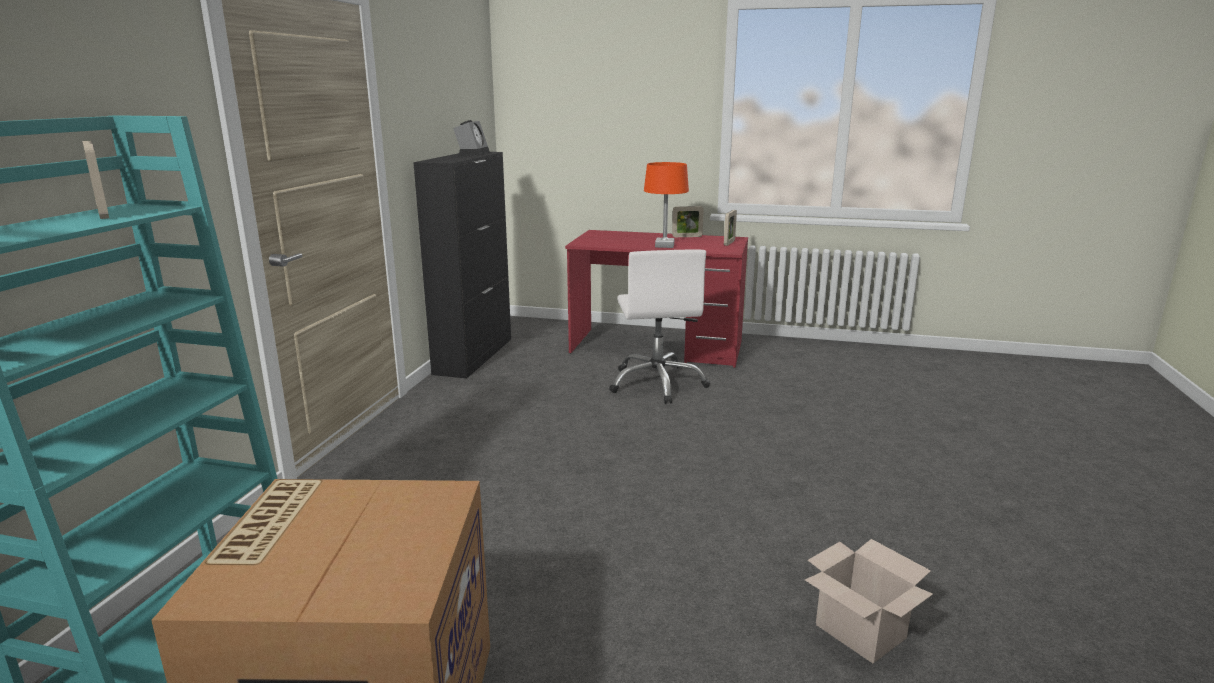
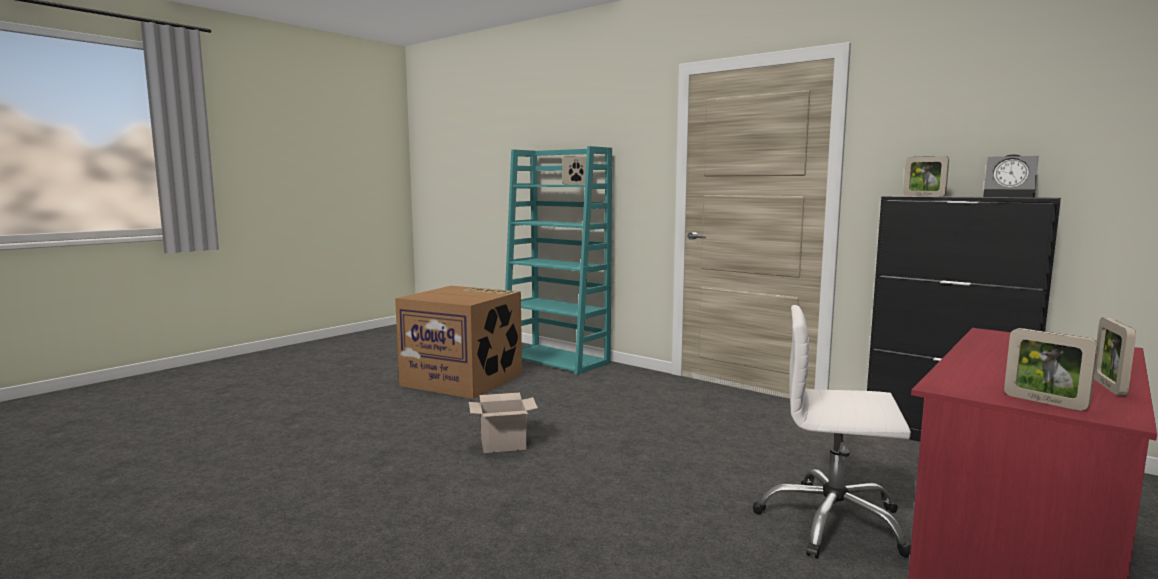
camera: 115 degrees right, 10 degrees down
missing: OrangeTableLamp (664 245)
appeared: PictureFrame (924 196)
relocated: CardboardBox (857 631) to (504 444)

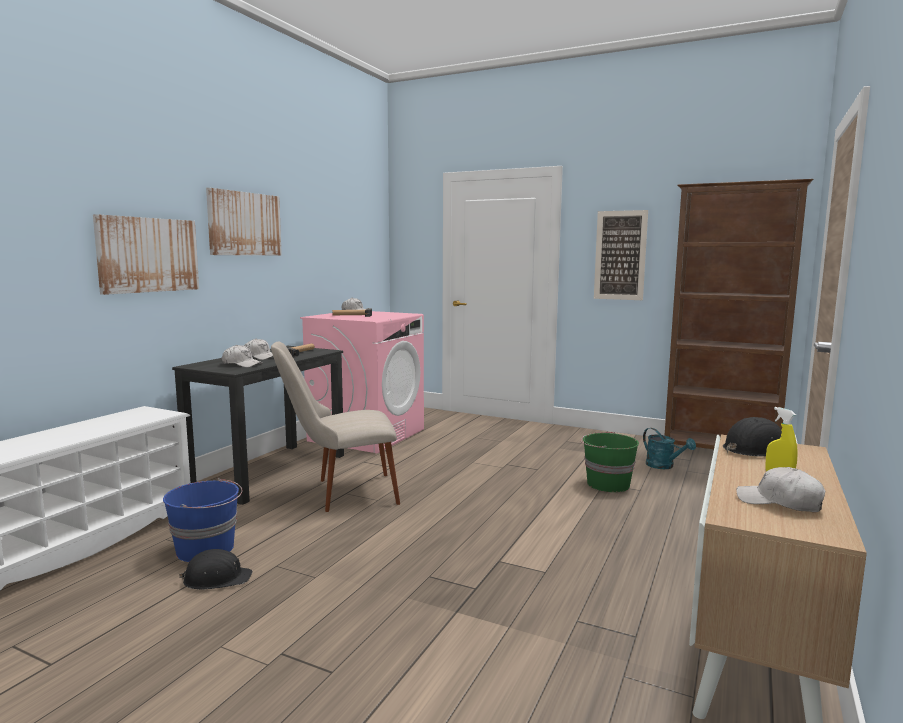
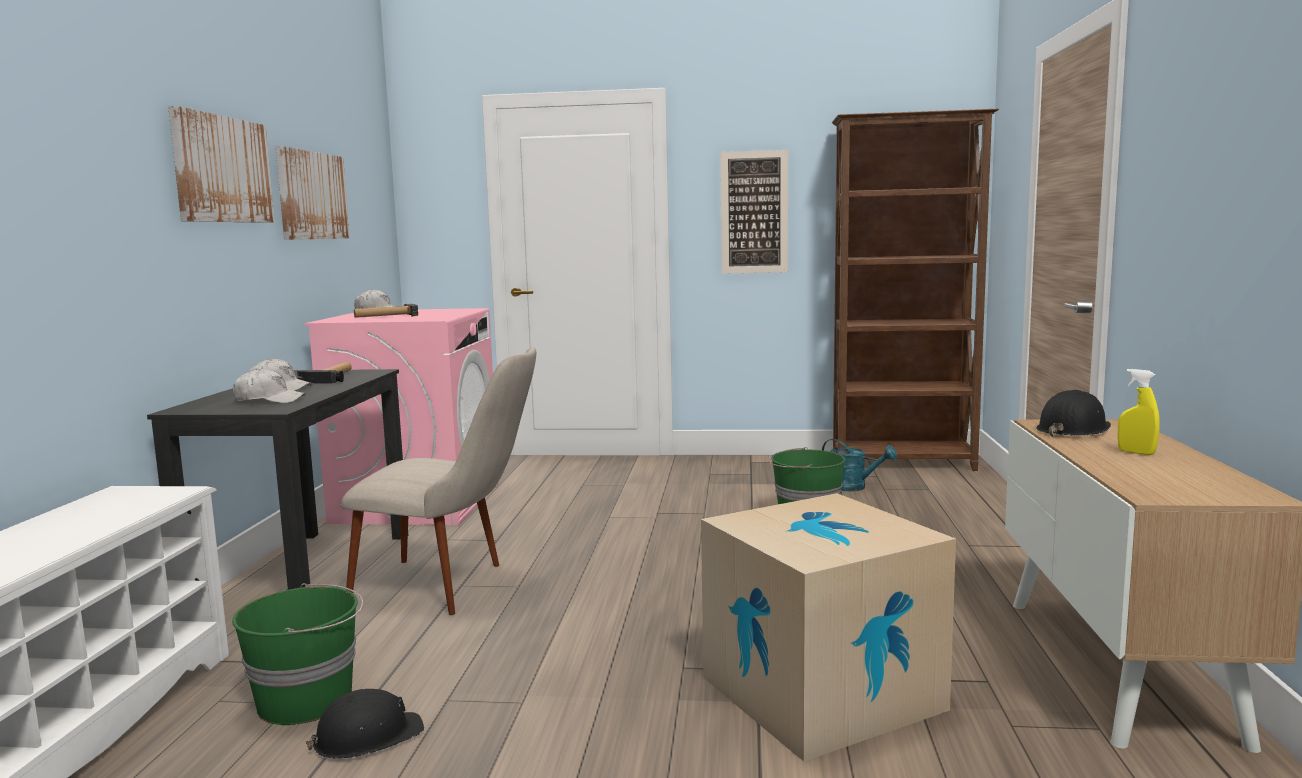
camera: 20 degrees left, 0 degrees up
missing: WhiteCap (779 502)
appeared: CardboardBox (821 693)
relocated: Picture (148 255) to (311 196)
colour: BlueBucket (206 549) to GreenBucket (307 700)
spun: BeigeChair (340 493) = (453 587) 135 degrees counterclockwise

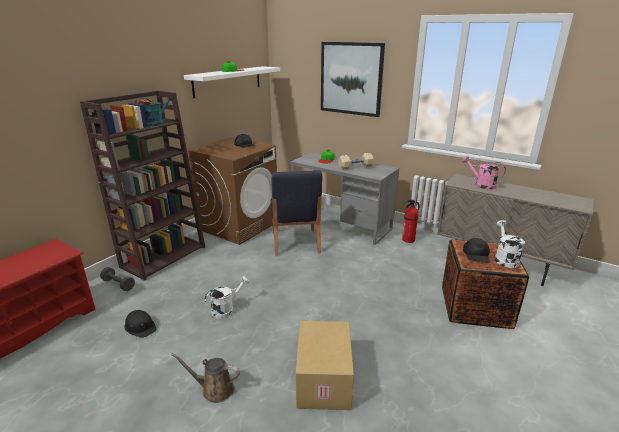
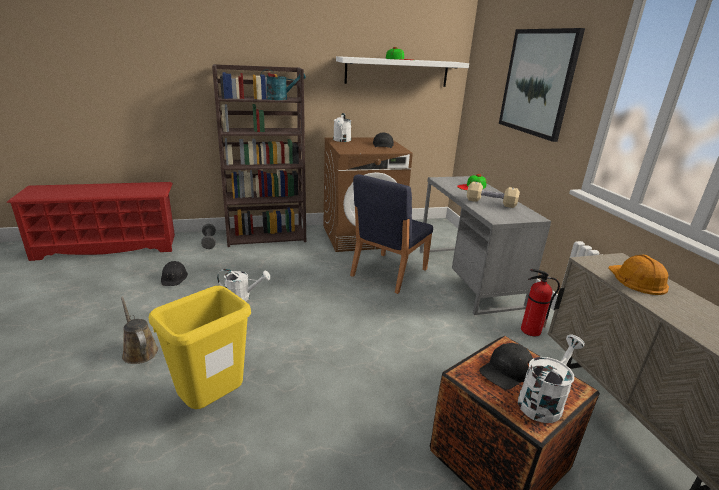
camera: 40 degrees right, 0 degrees up
appeared: WhiteWateringCan (341 140)
exchanged: CardboardBox (322 379) to YellowTrashCan (213 402); PinkWateringCan (481 184) to OrangeHardHat (637 279)

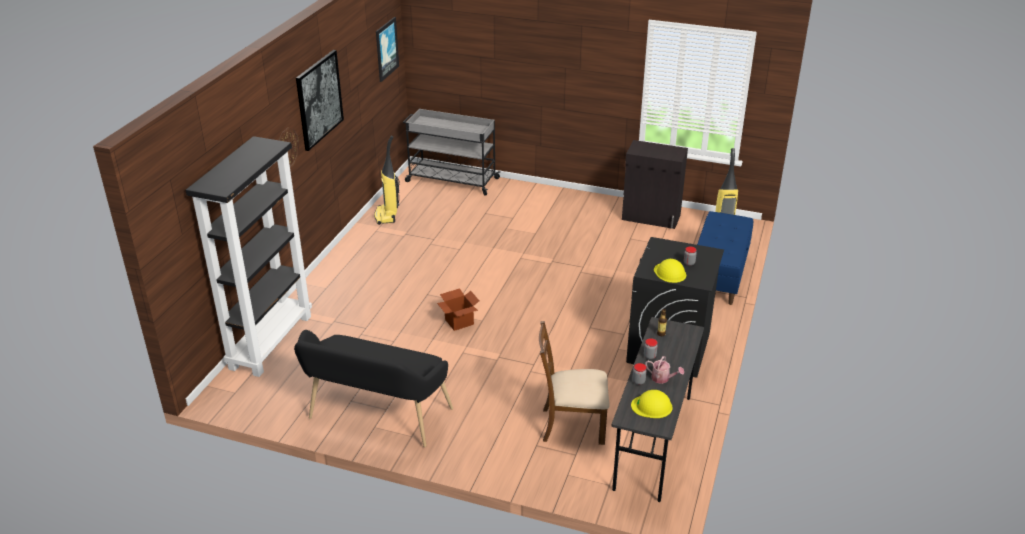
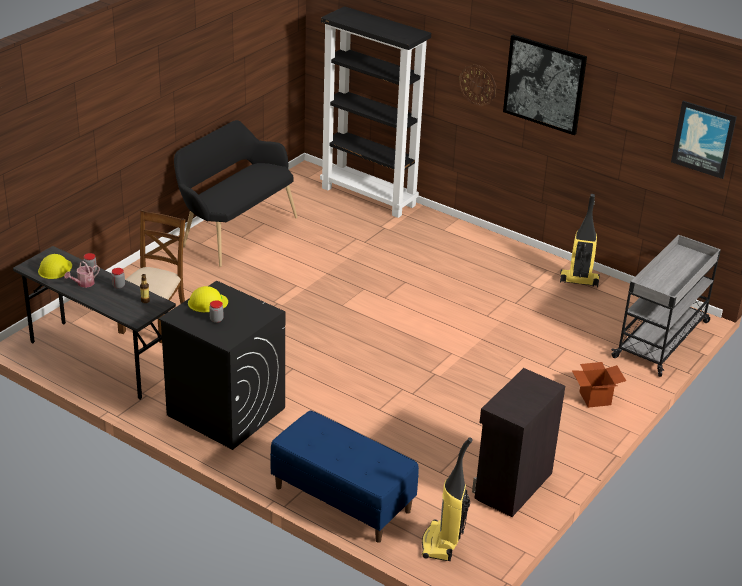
camera: 105 degrees right, 0 degrees up
relocated: CardboardBox (459 322) to (595 398)

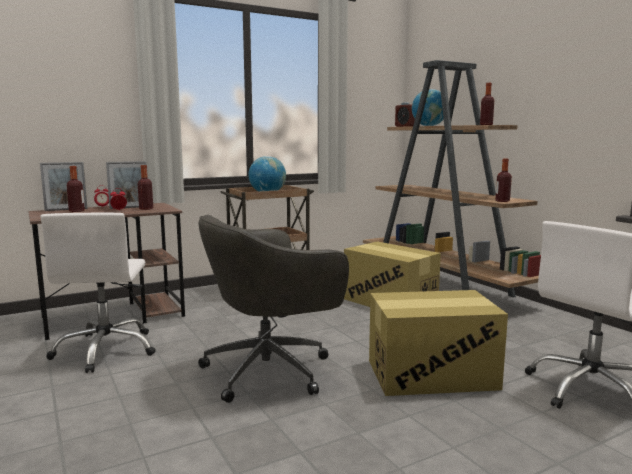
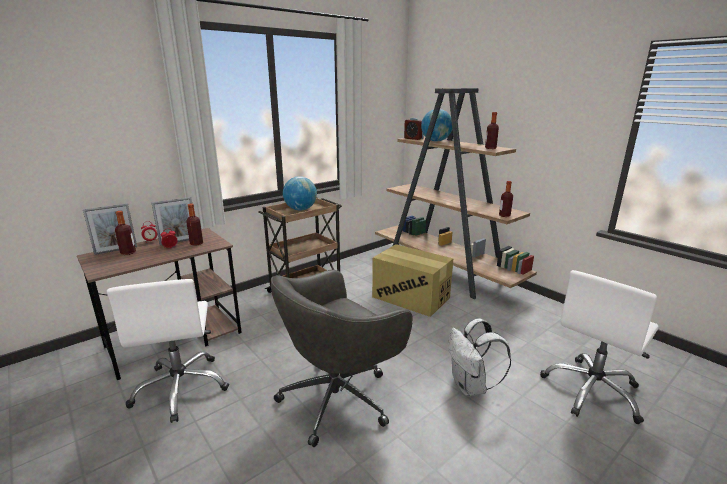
camera: 10 degrees left, 10 degrees up
exchanged: CardboardBox (432 374) to WhiteBackpack (471 386)

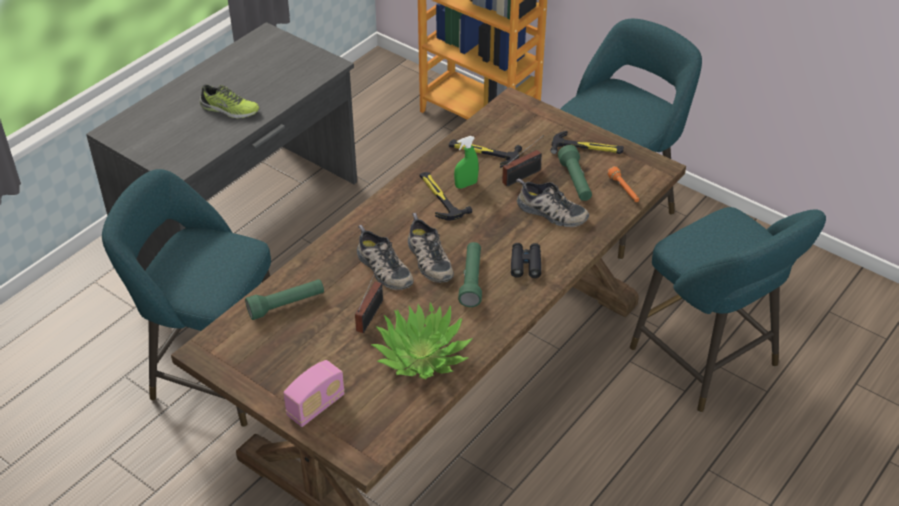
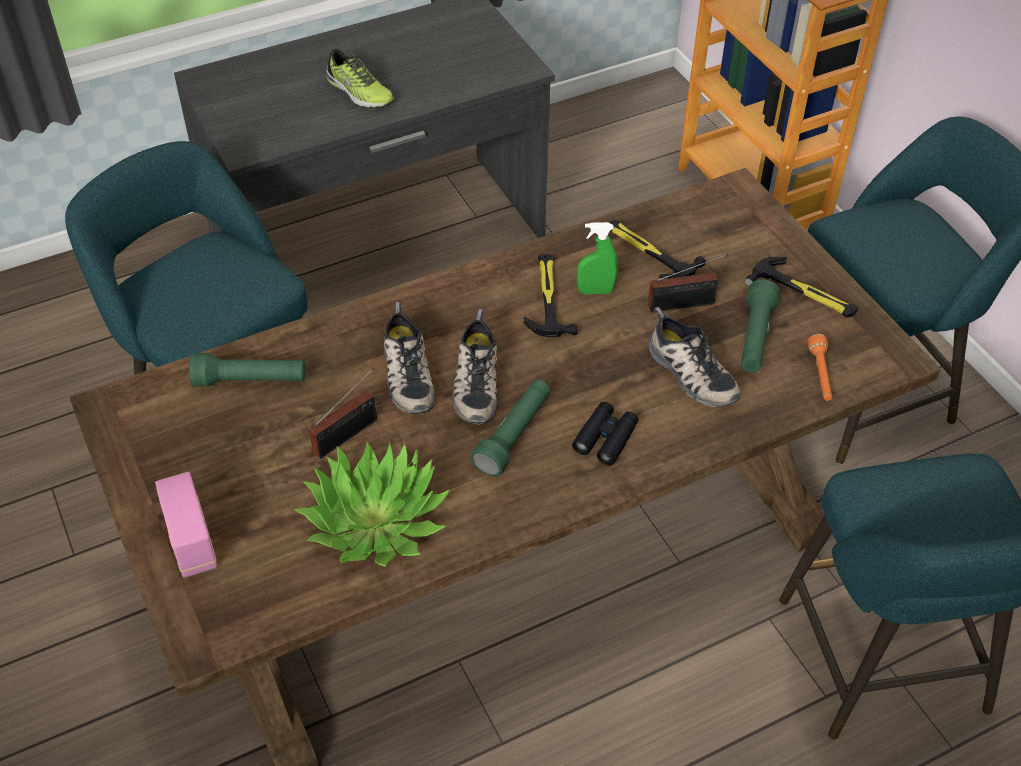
camera: 25 degrees right, 5 degrees up
spun: Radio (316 406) = (191 541) 90 degrees clockwise

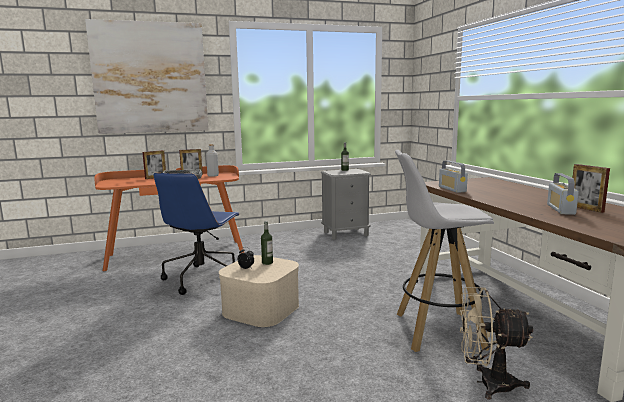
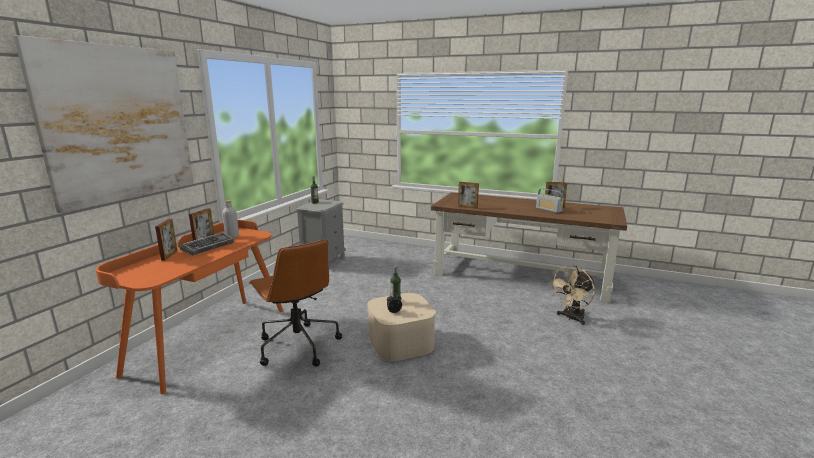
camera: 50 degrees left, 5 degrees up
missing: WhiteStool (437 331)
exchanged: Radio (452 189) to PictureFrame (467 207)
colour: BlueOfficeChair (202 278) to BrownOfficeChair (297 345)

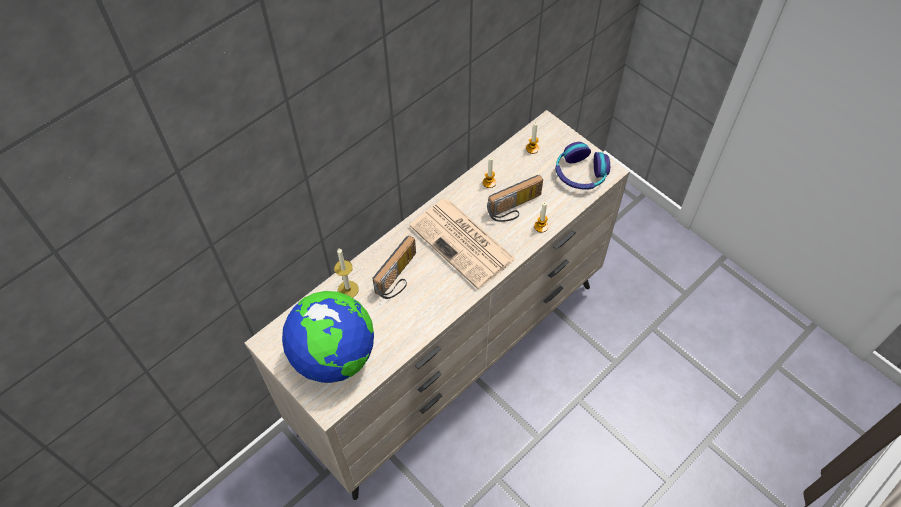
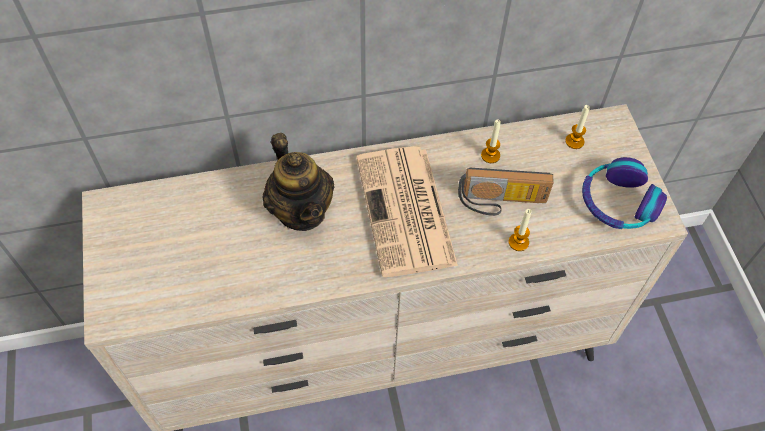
camera: 30 degrees right, 0 degrees up
missing: Globe (334 356); Candle (348 289)
exchanged: Radio (399 277) to Teapot (301 211)

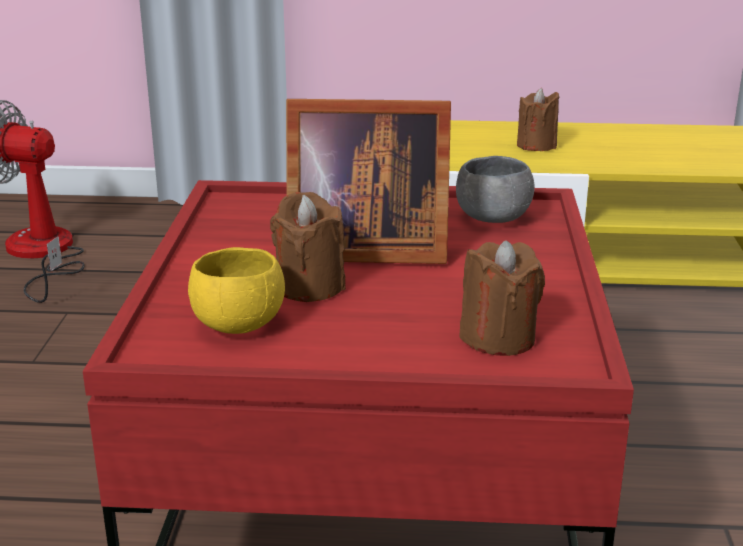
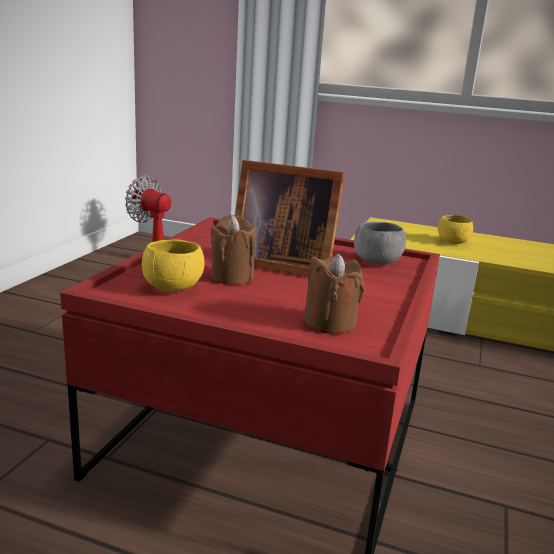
camera: 15 degrees right, 5 degrees down
exchanged: BrownCandle (536 146) to YellowBowl (452 242)

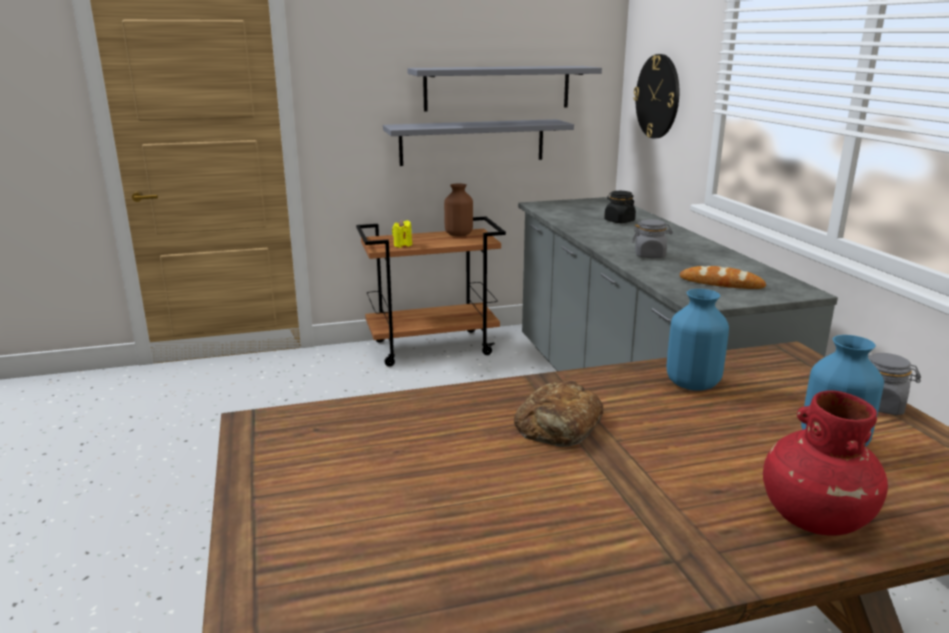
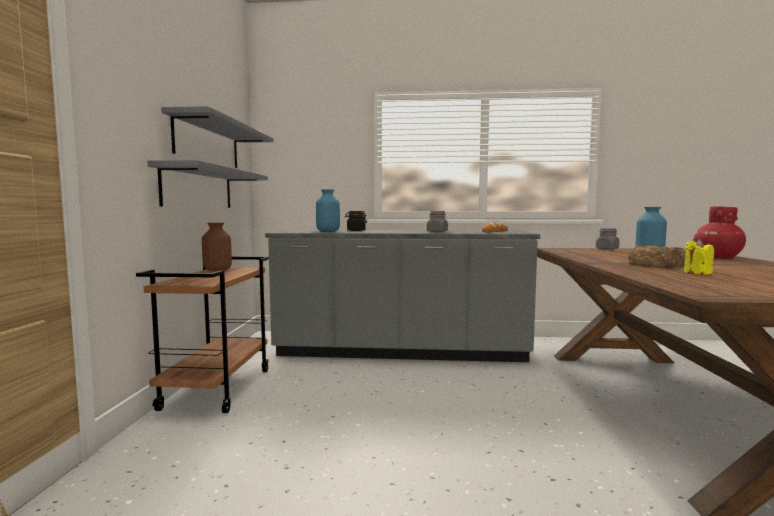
camera: 70 degrees left, 15 degrees down
missing: WallClock (658 96)
relocated: BlueVase (691 383) to (327 231); YellowCandle (402 245) to (697 273)

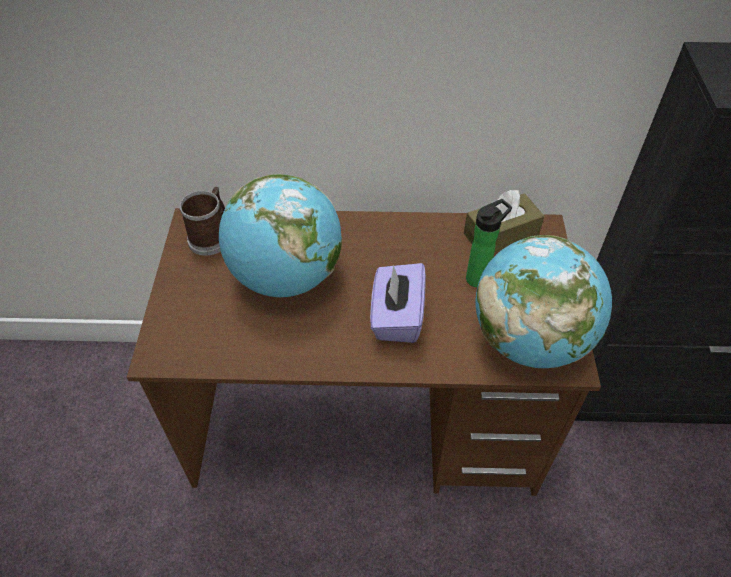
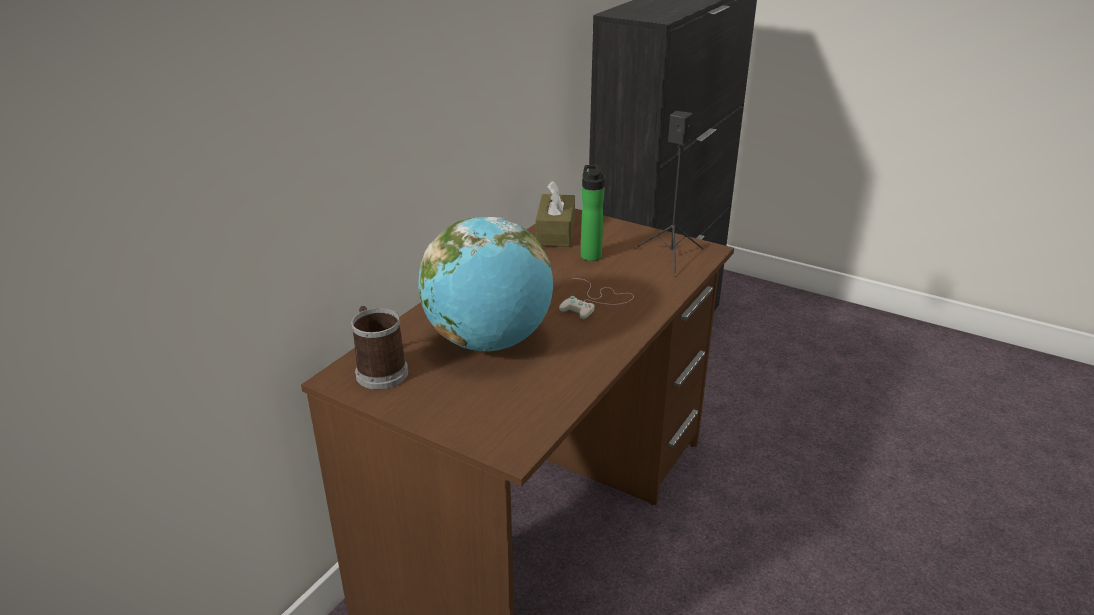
camera: 60 degrees left, 20 degrees down
exchanged: PurpleTissueBox (396 317) to WhiteGameController (596 302); Globe (529 340) to BlackSpeaker (671 257)

